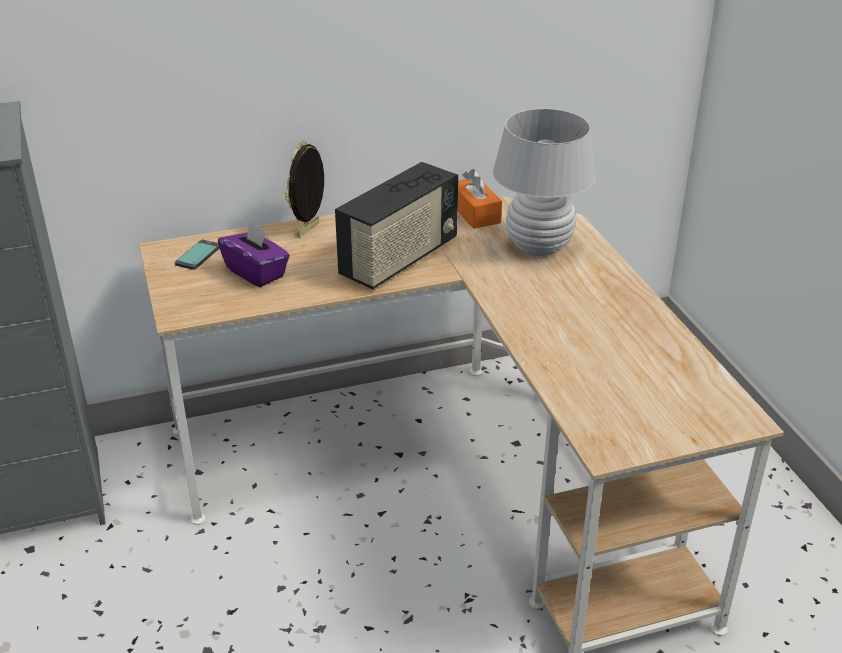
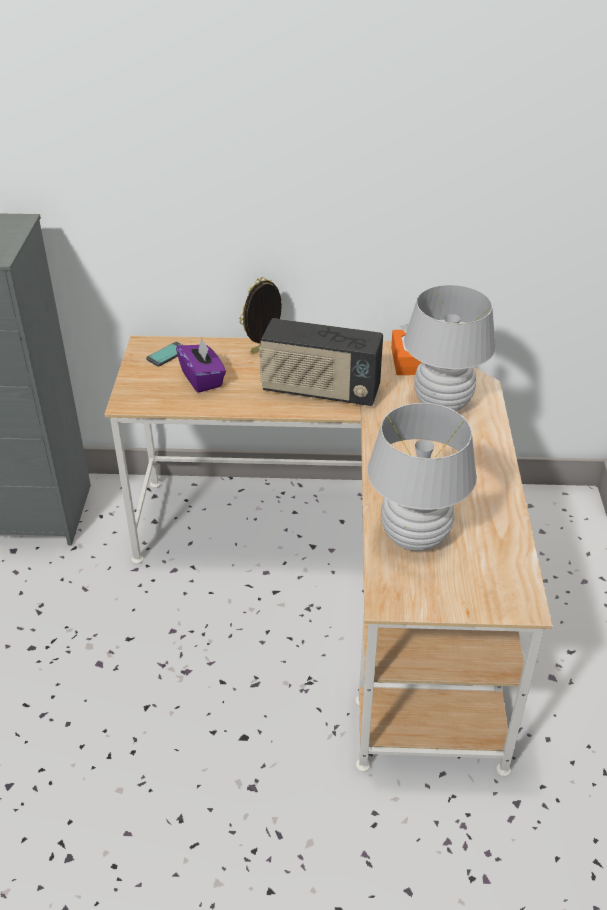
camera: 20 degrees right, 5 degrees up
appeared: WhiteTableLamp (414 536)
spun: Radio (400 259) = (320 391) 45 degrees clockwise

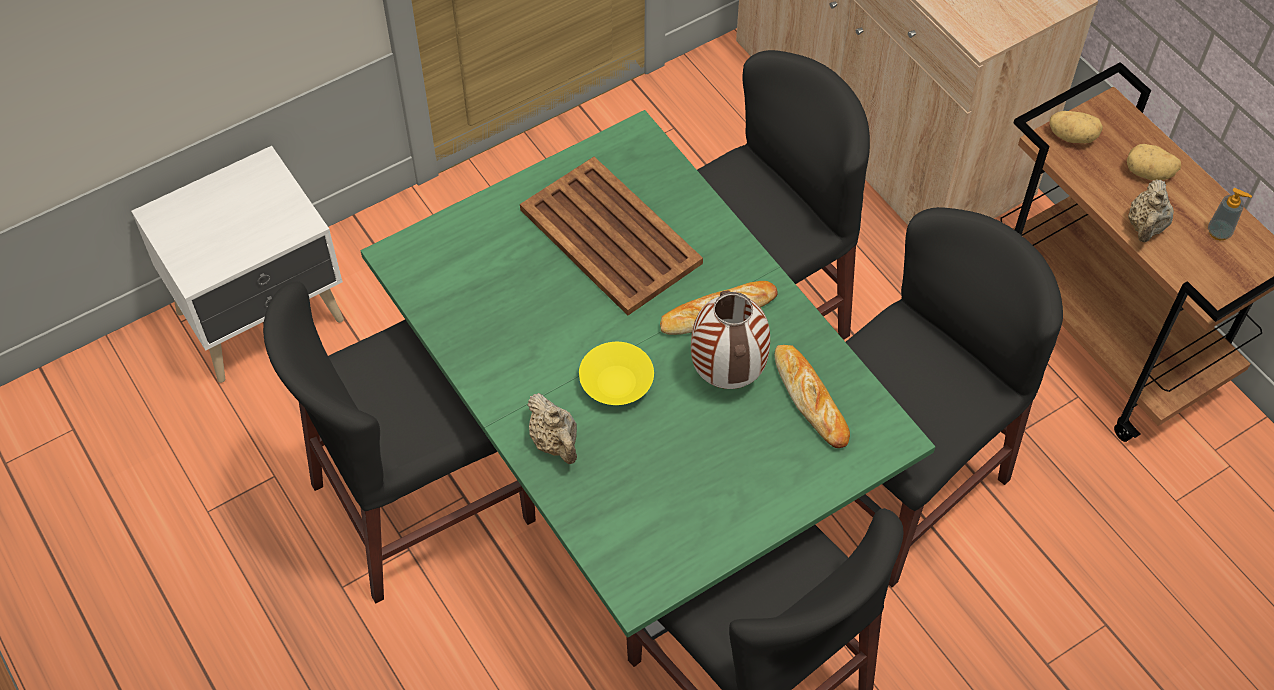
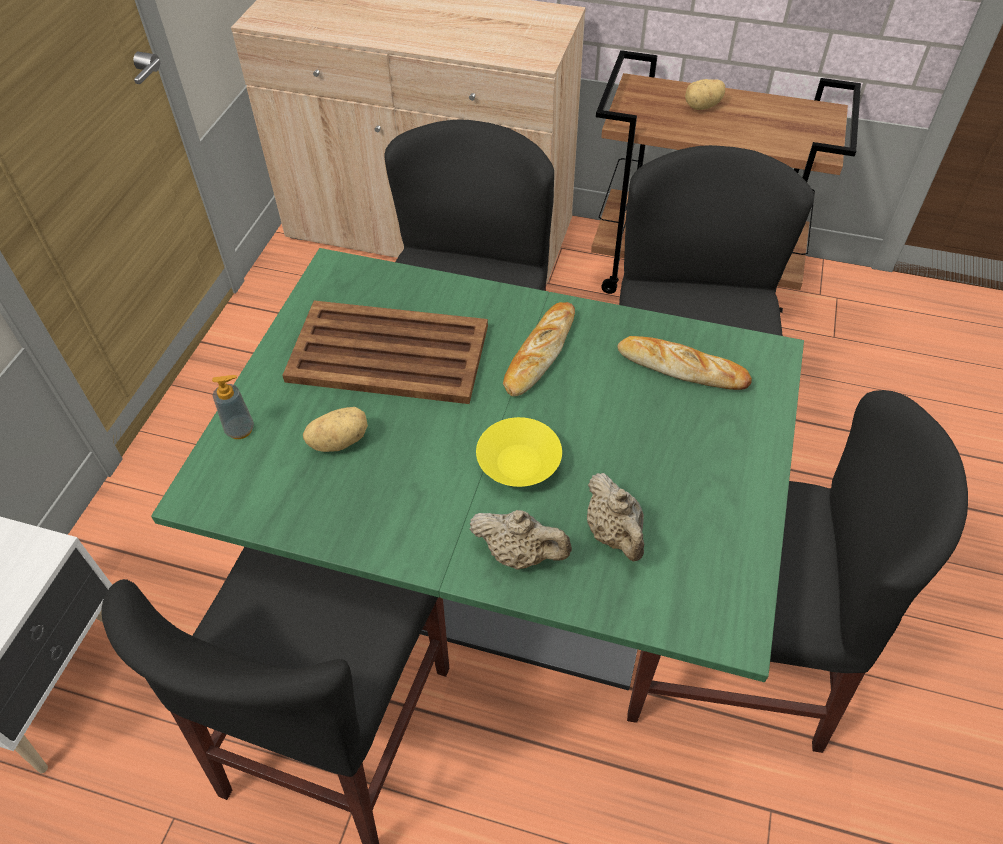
camera: 40 degrees left, 5 degrees down
missing: Vase (726 374)
relocated: SoapDispenser (1219 232) to (240 429); Potato (1072 136) to (339 440); BeigeTeapot (1145 227) to (614 534)

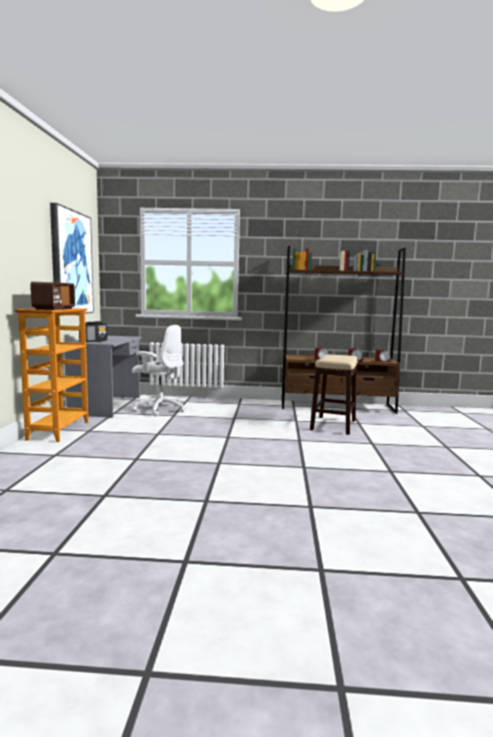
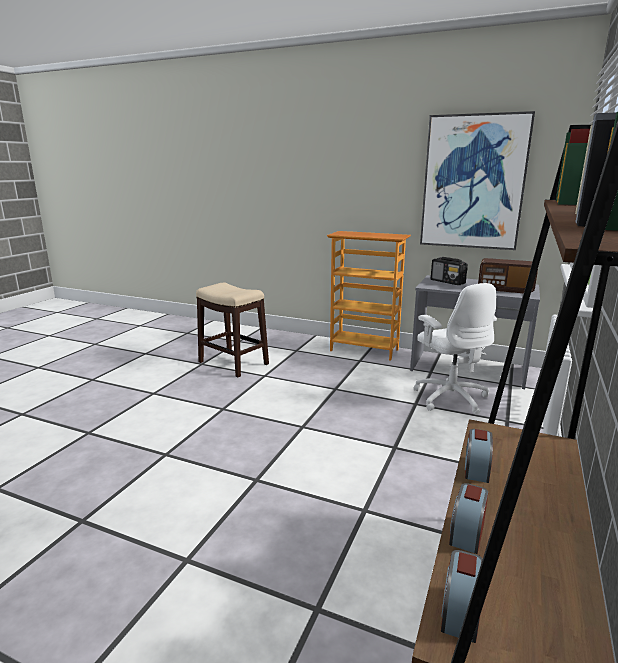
camera: 110 degrees right, 10 degrees up
relocated: Stool (333 425) to (233 363); Radio (54 309) to (505 289)
spun: WhiteOfficeChair (159 409) = (450 397) 60 degrees counterclockwise

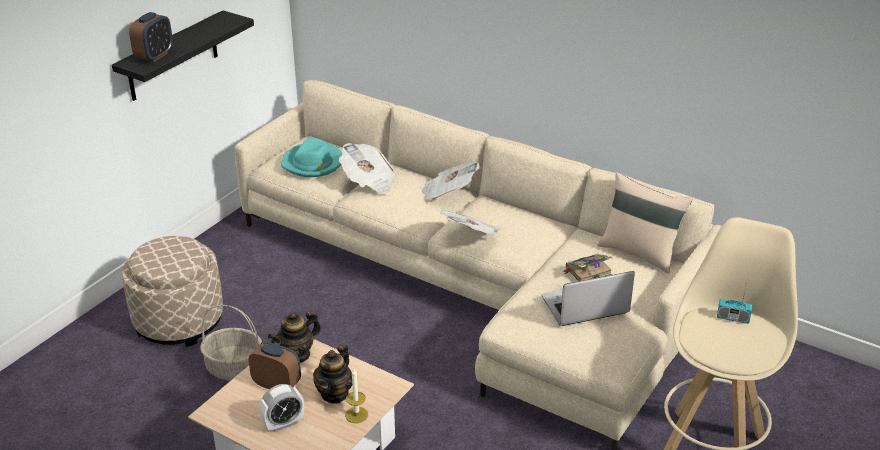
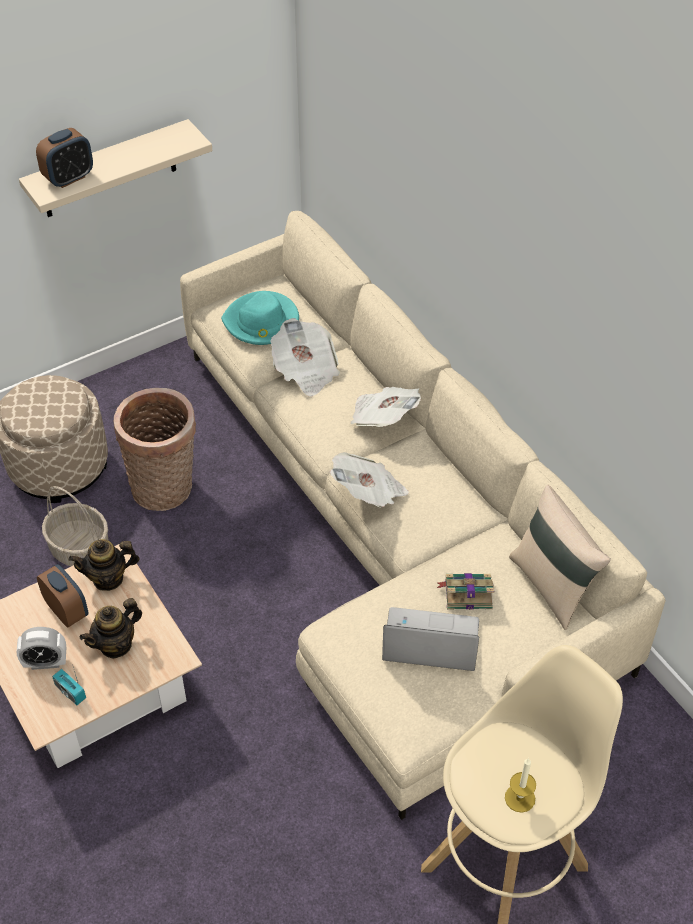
camera: 25 degrees right, 15 degrees up
appeared: Basket (165 489)
relocated: Radio (733 318) to (70 692); Candle (356 415) to (520 798)
colour: BlackShelf (173 57) to BeigeShelf (109 170)

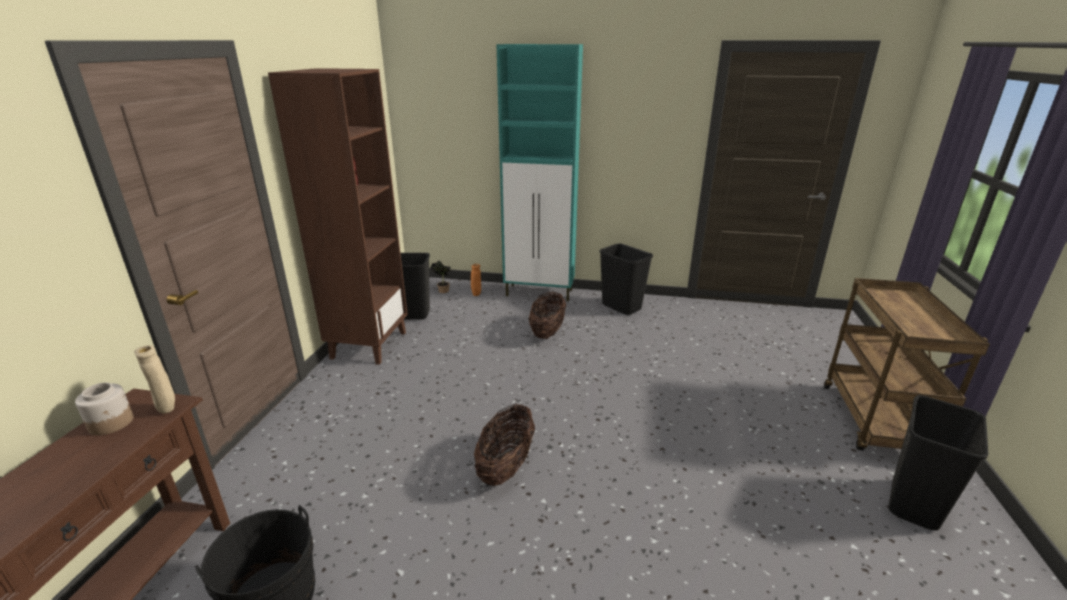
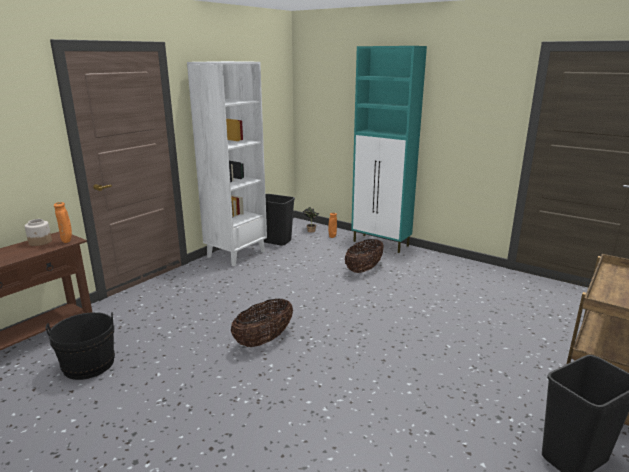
camera: 25 degrees right, 5 degrees down
missing: BlackTrashCan (620 307)
colour: BeigeVase (168 409) to OrangeVase (67 241); BrownBookcase (369 345) to WhiteBookcase (236 254)

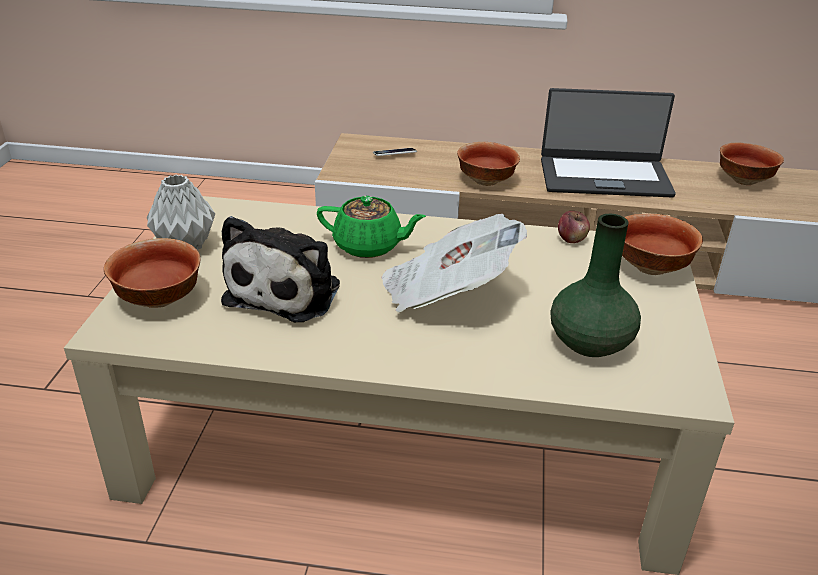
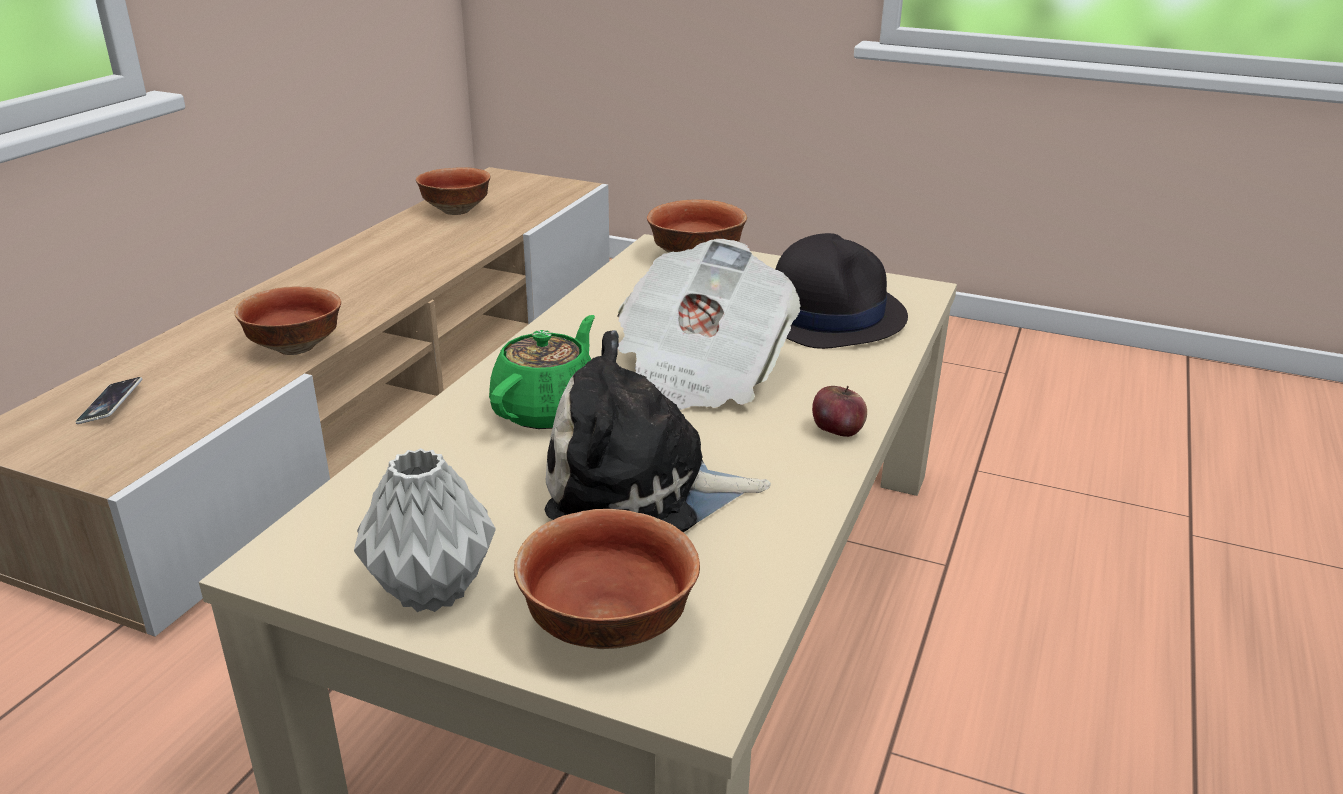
camera: 75 degrees left, 5 degrees down
missing: Laptop (604 177)
relocated: Apple (571 239) to (837 431)
exchanged: GreenVase (591 342) to BlackHat (826 314)
spun: PlushToy (287 290) = (641 490) 150 degrees clockwise

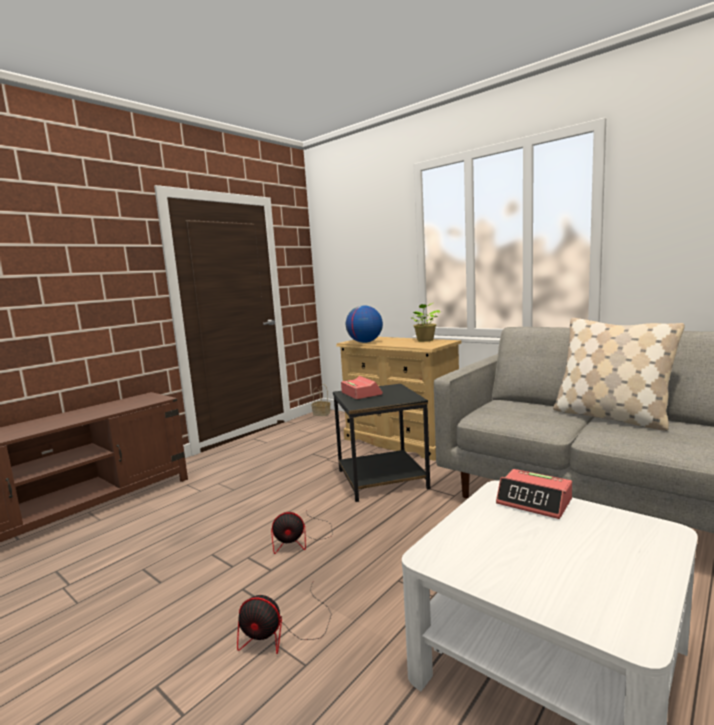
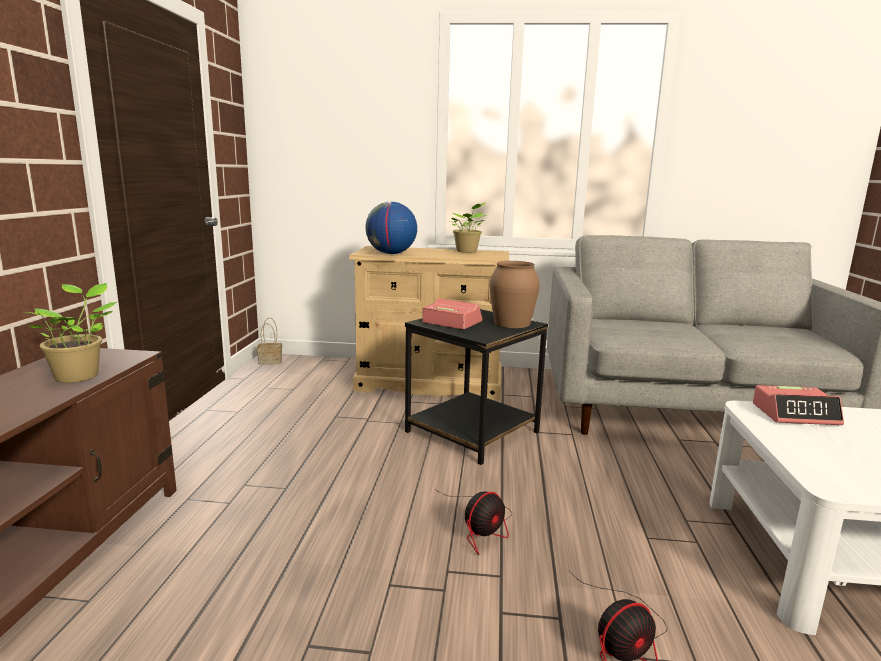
camera: 35 degrees left, 5 degrees up
missing: BeigePillow (610 417)
appeared: PottedPlant (79 375); BrownVase (511 323)

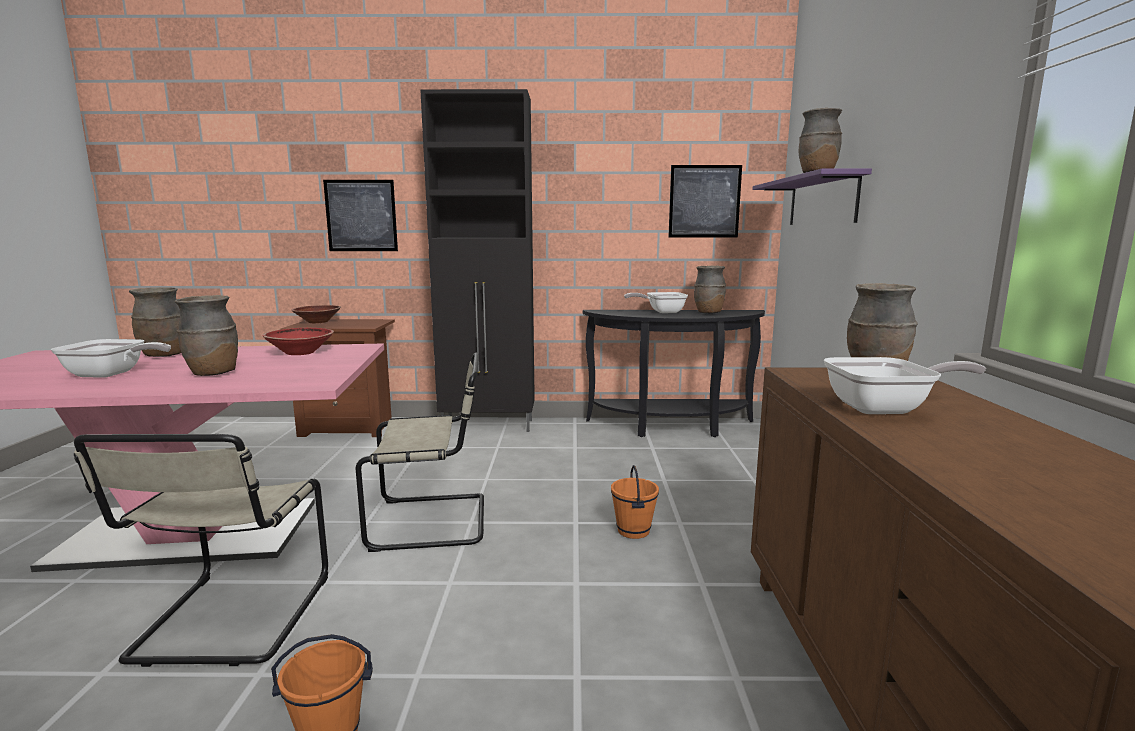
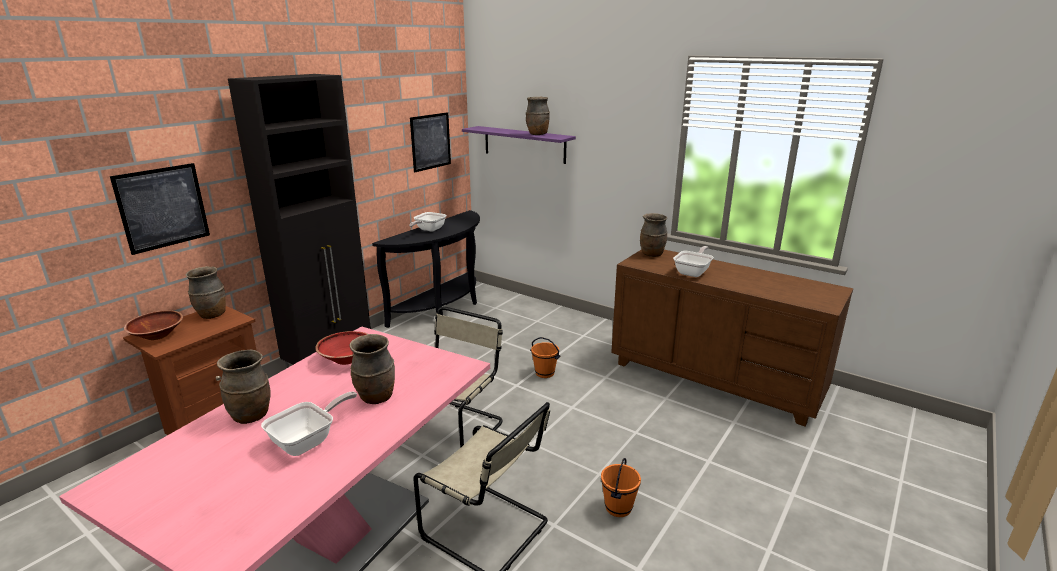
camera: 55 degrees left, 10 degrees up
relocated: BrownVase (708 313) to (212 315)

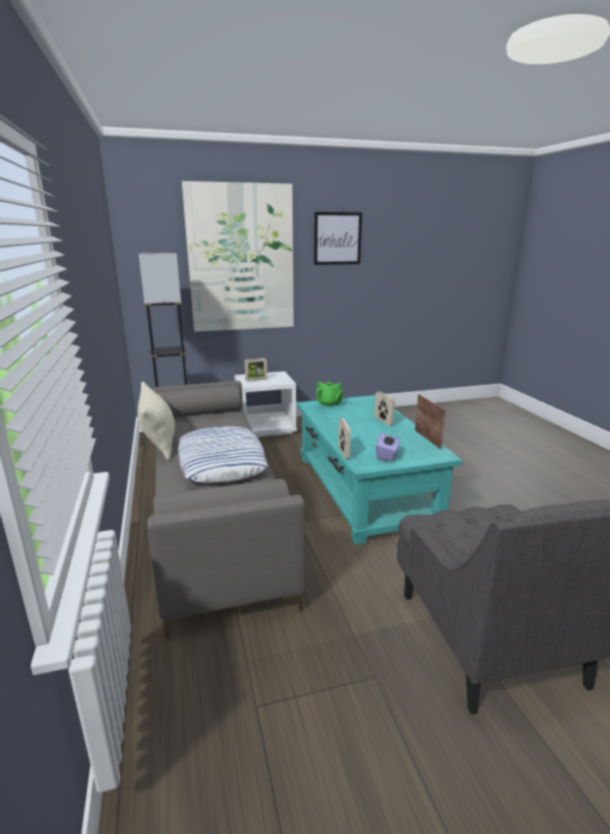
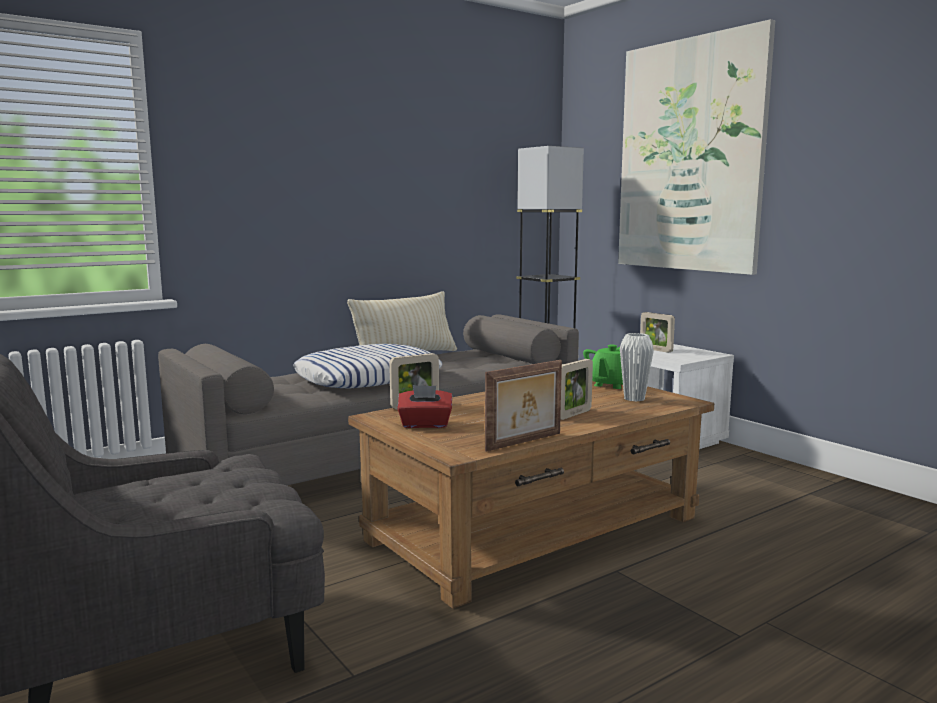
camera: 70 degrees right, 10 degrees down
missing: Picture (337 238)
appeared: WhiteVase (634 399)
colour: TurquoiseCoffeeTable (364 489) to BrownCoffeeTable (535 528); PurpleTissueBox (387 455) to RedTissueBox (425 424)

